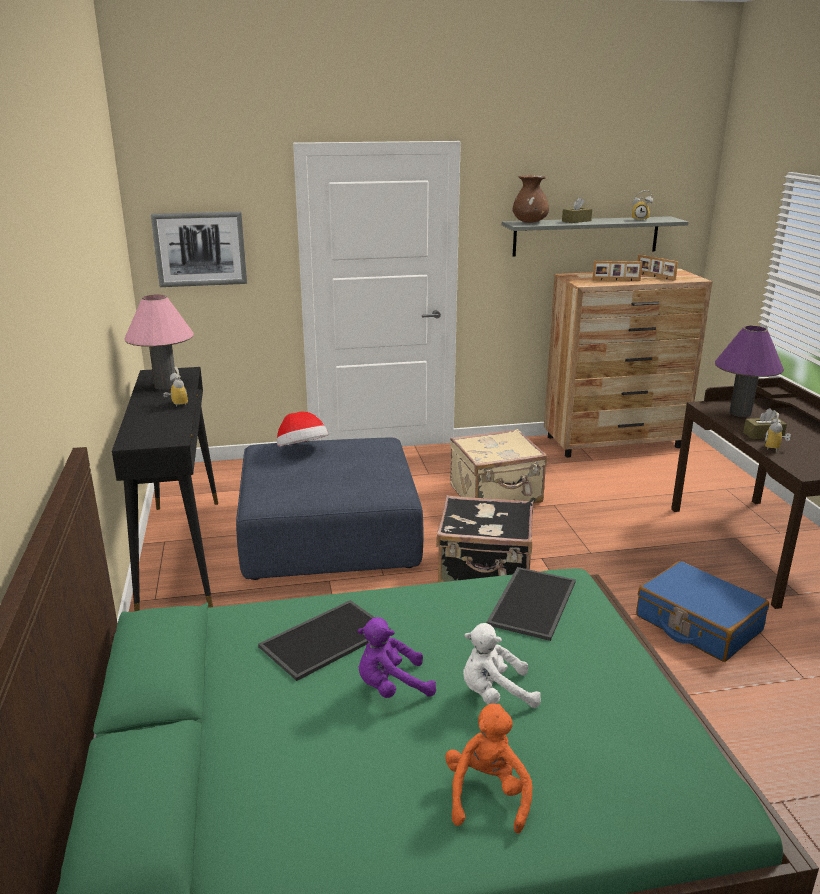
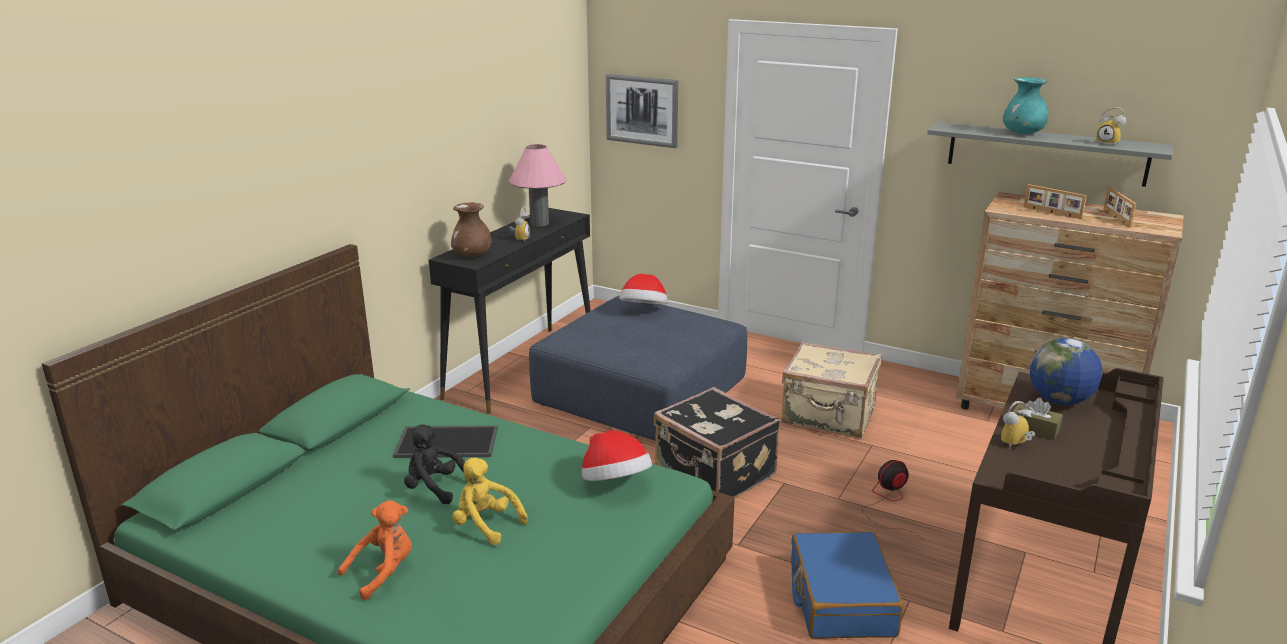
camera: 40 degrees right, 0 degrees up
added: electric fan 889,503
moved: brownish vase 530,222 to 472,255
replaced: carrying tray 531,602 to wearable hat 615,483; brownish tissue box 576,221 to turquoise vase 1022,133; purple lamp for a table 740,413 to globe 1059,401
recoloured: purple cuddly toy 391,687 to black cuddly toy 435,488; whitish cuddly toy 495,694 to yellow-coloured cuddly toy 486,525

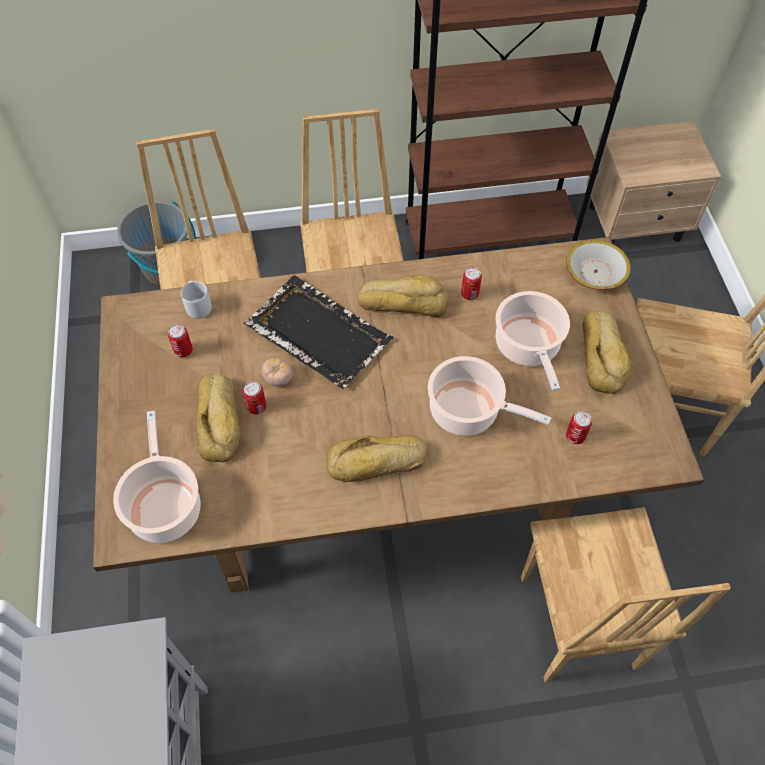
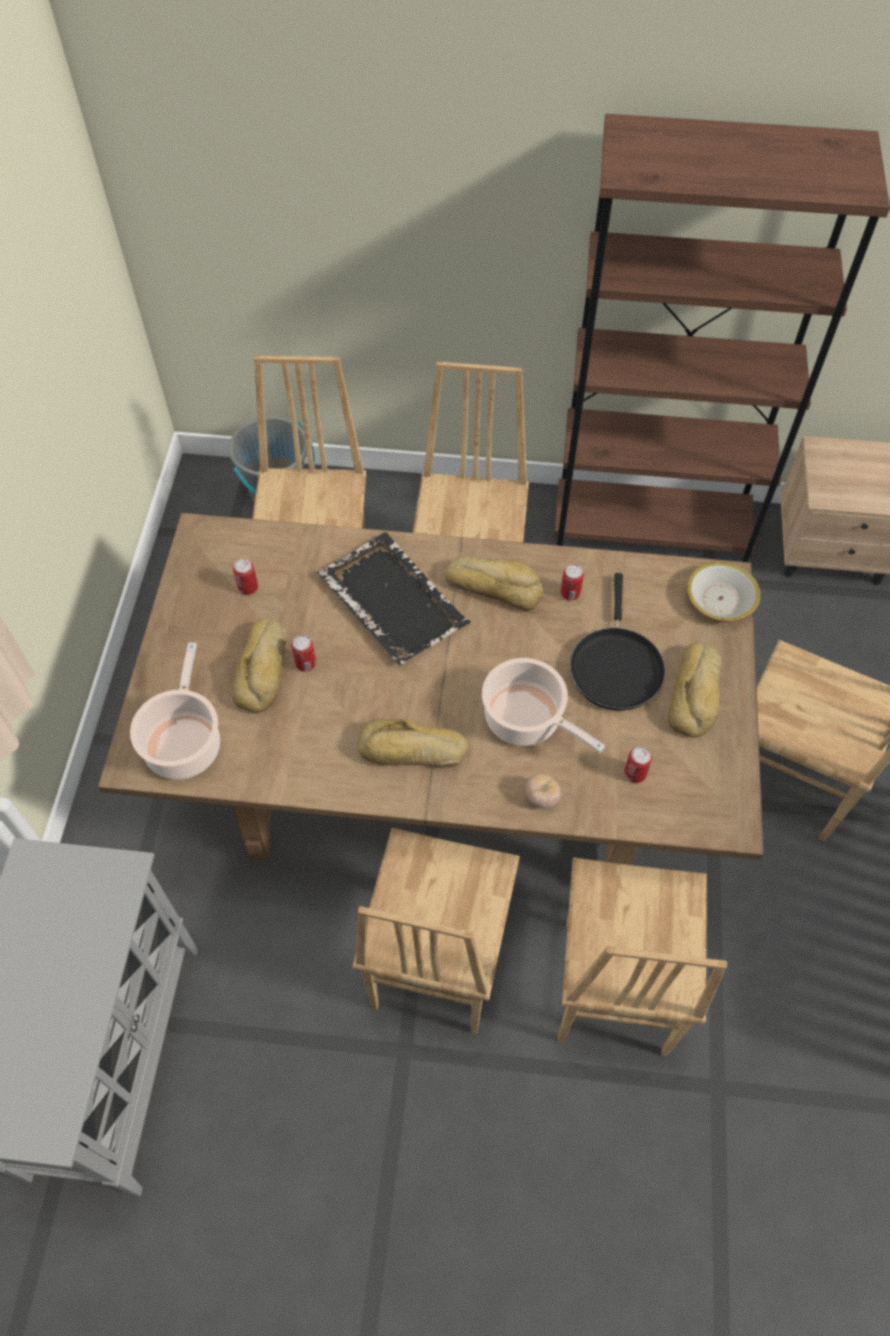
camera: 15 degrees right, 0 degrees up
removed: grey mug 198,306
added: brownish upright chair 435,963
moved: tomato 278,379 to 542,797
replaced: cooking pot 528,347 to black pan 615,666

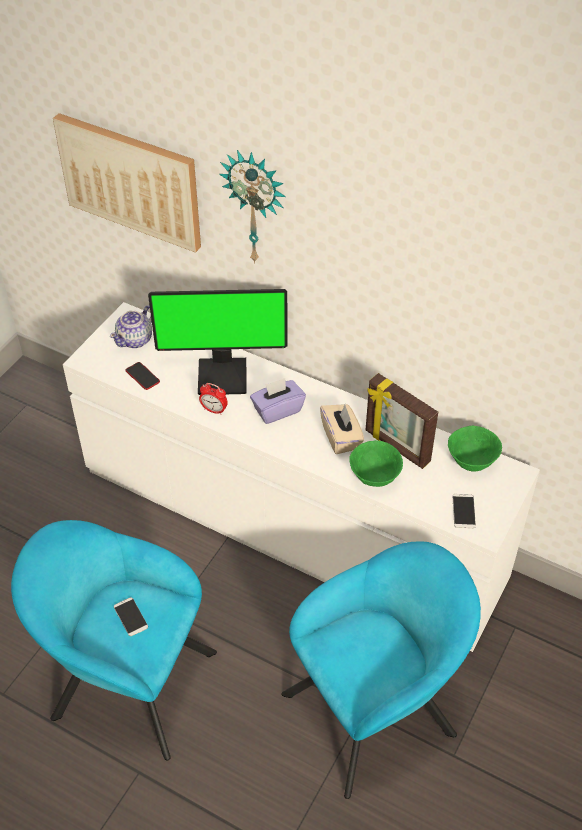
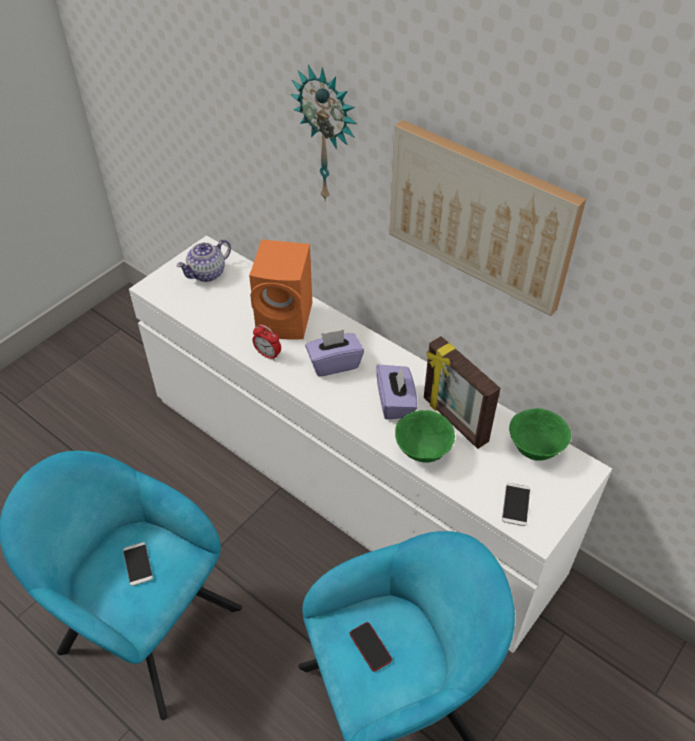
camera: 10 degrees right, 0 degrees up
moved: wall picture 130,180 to 480,215; handset 142,376 to 370,647
replaced: computer display 223,375 to orange-coloured loudspeaker 287,319
recoloured: beige-coloured tissue box 341,438 to purple tissue box 395,402

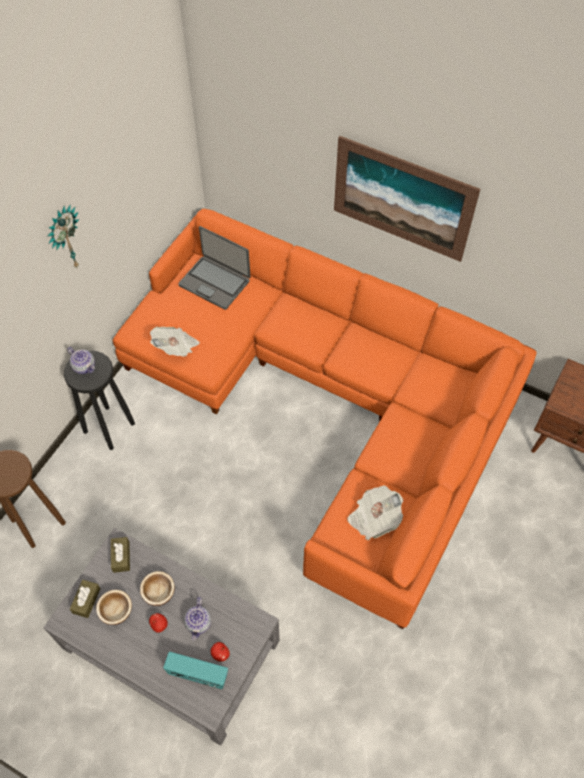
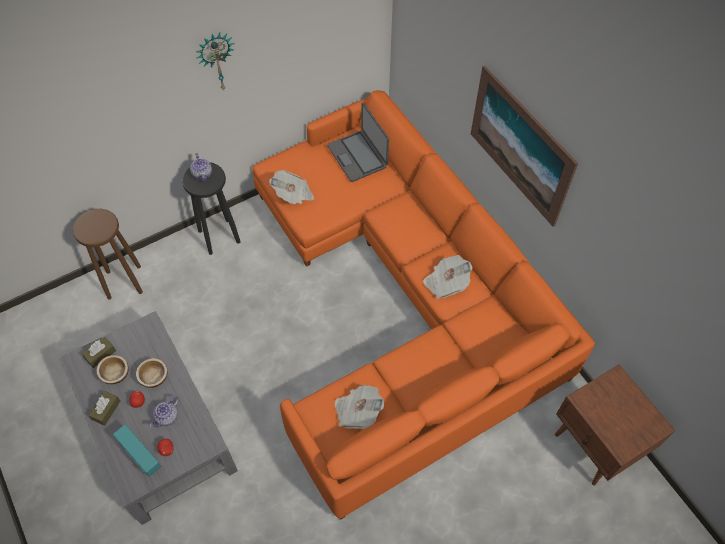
camera: 30 degrees right, 0 degrees up
added: newspaper 446,283
moved: brownish tissue box 121,557 to 106,410

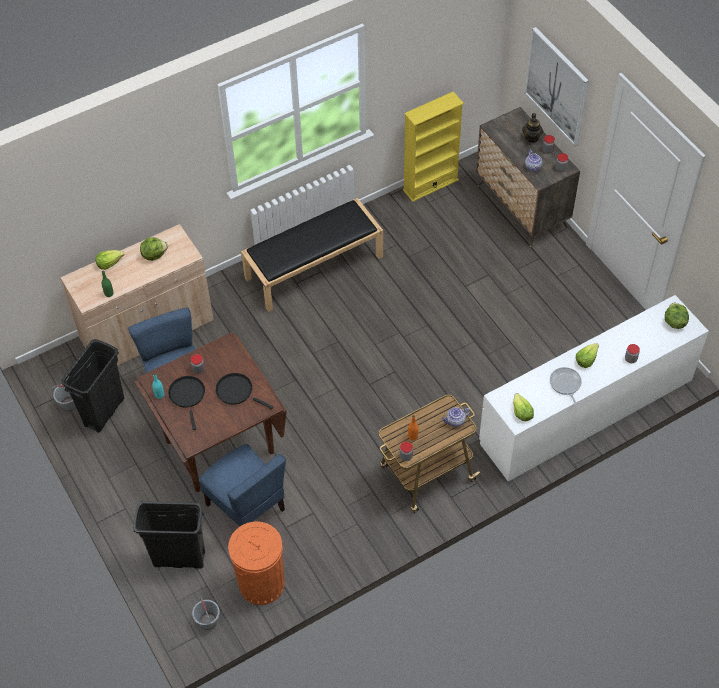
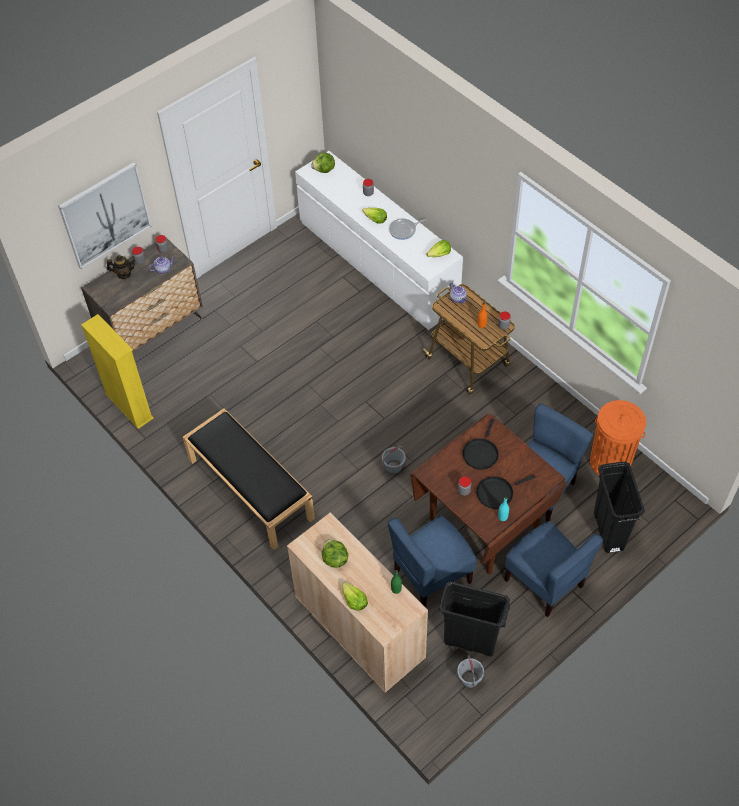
camera: 100 degrees left, 0 degrees up
added: blue upright chair 545,582
moved: grey water bucket 208,621 to 393,468

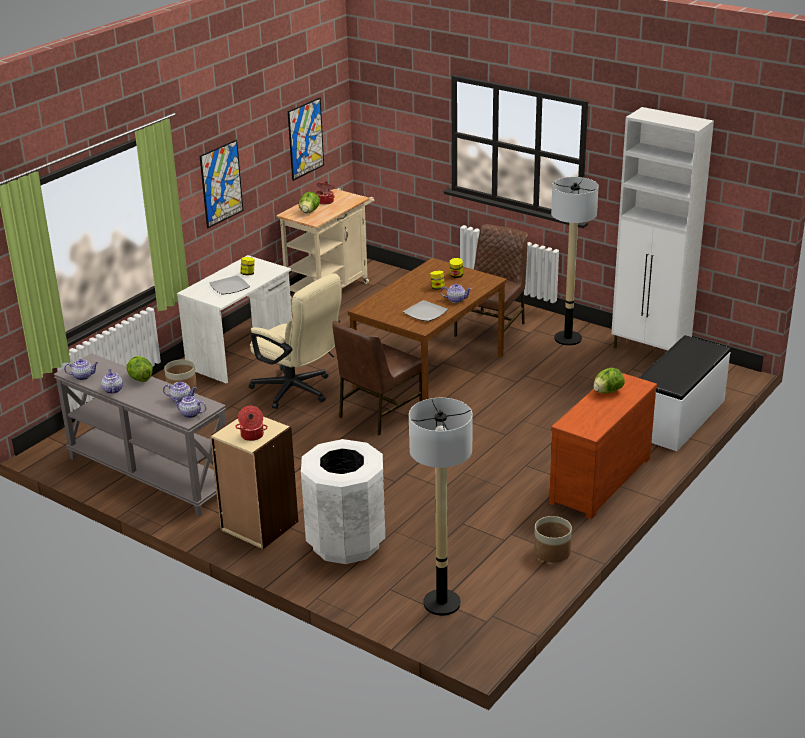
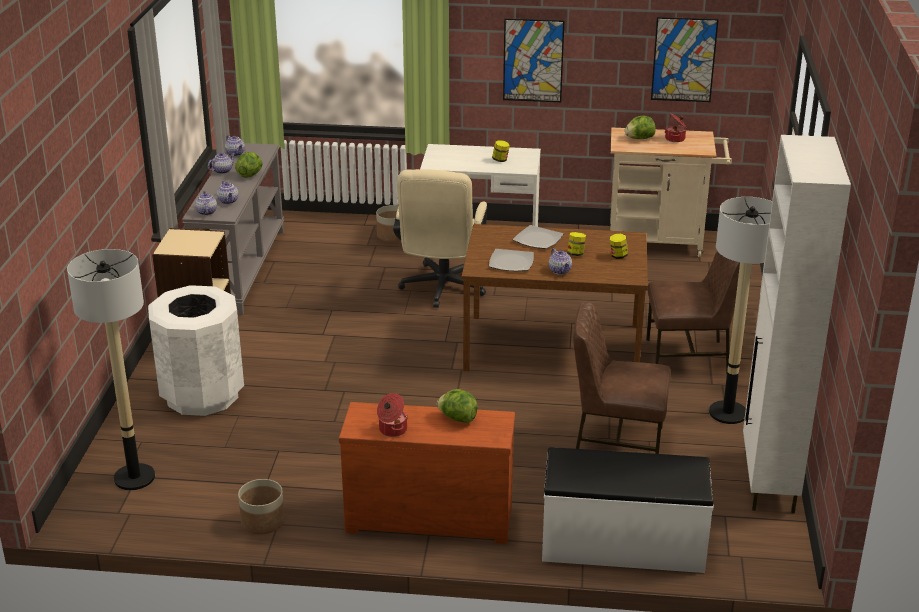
camera: 60 degrees right, 0 degrees up
moved: flat dish 230,287 to 538,239; cooking pot 252,435 to 392,429; brownish upright chair 378,413 to 616,444

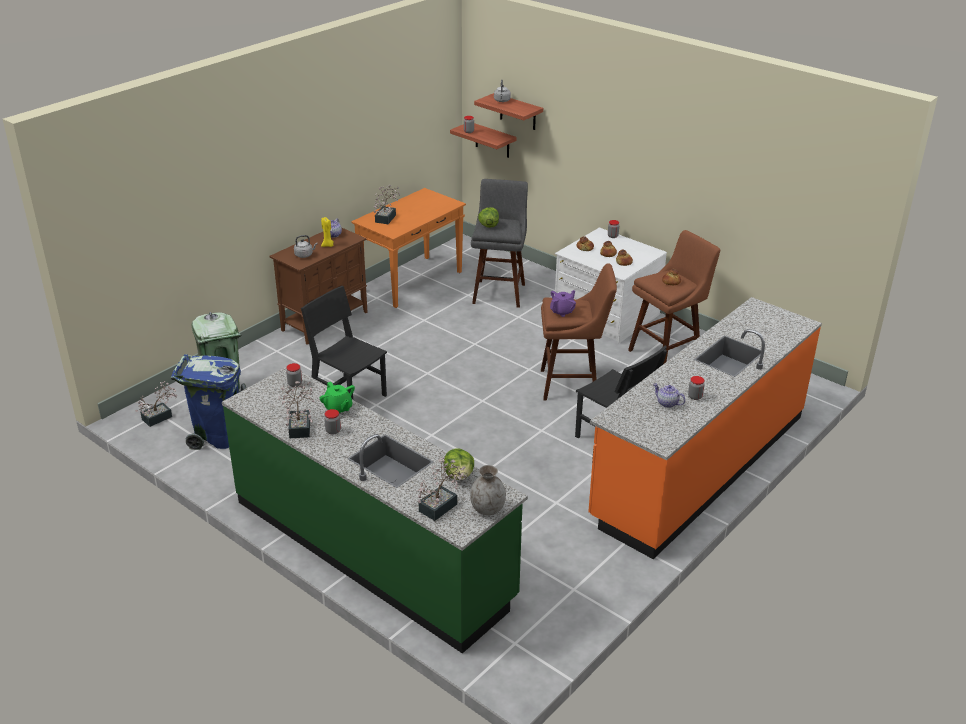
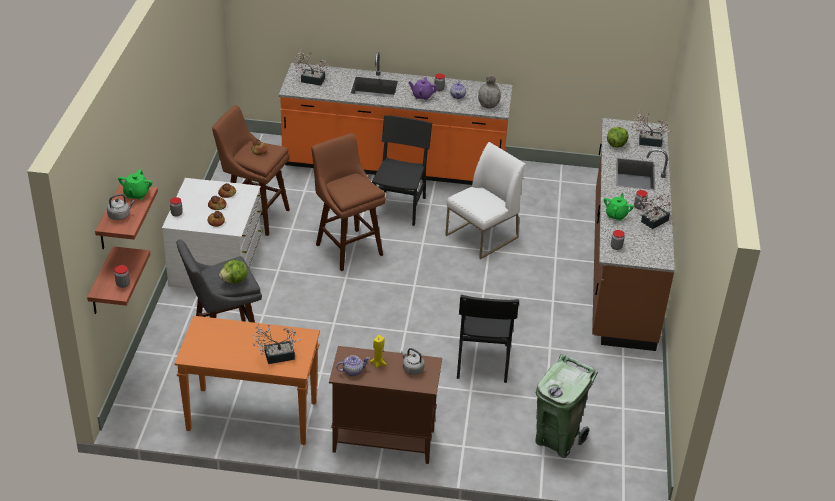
camera: 125 degrees left, 5 degrees up
removed: blue trash can 216,437
added: greenish pot for tea 136,194; whitish upright chair 481,237
moved: houseplant 160,417 to 310,79; grey vase 487,509 to 488,105; purple pot for tea 562,311 to 422,96
recoloured: greenish kitchen counter 372,549 to brownish kitchen counter 621,267

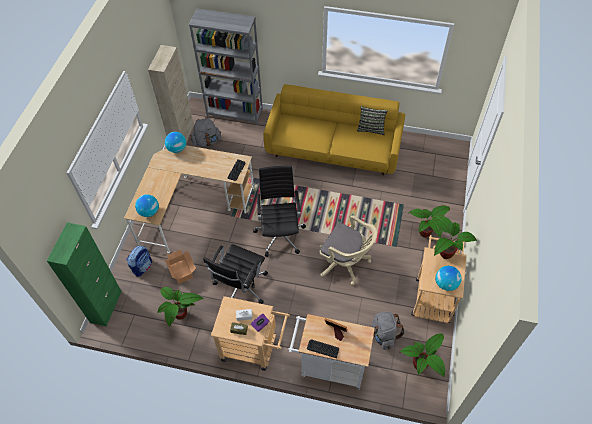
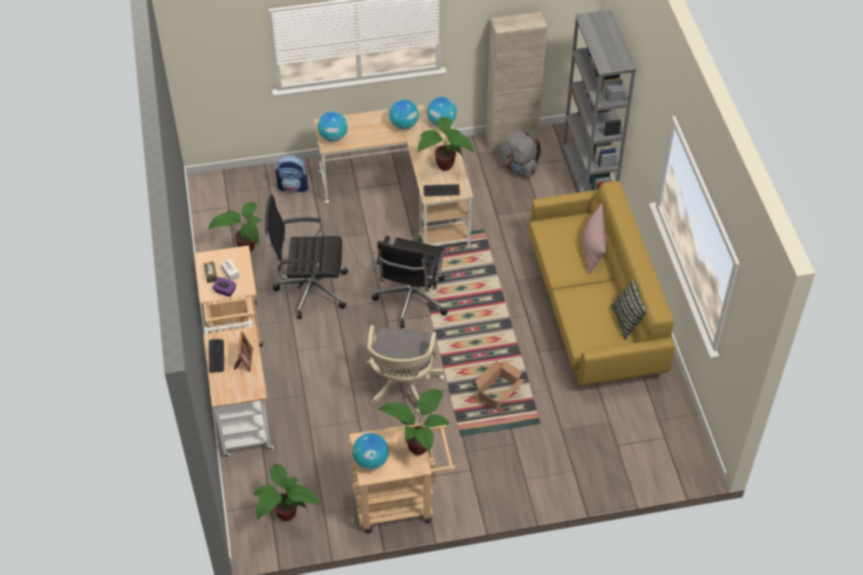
camera: 65 degrees right, 5 degrees down
removed: greenish cabinet 106,307; grey backpack 383,335
added: globe 404,125; pinkish cushion 592,249
moved: carton 182,270 to 500,393; houseplant 425,235 to 443,167
turned: black desk chair 280,234 = 411,300 135 degrees clockwise

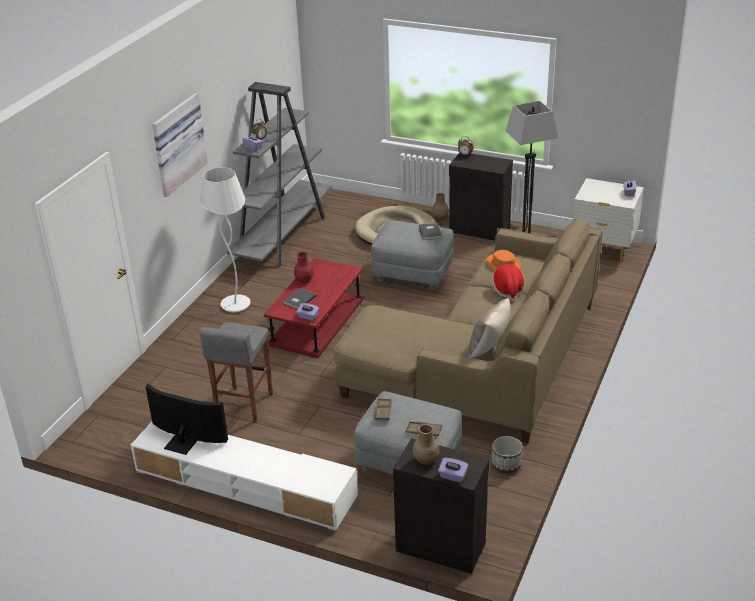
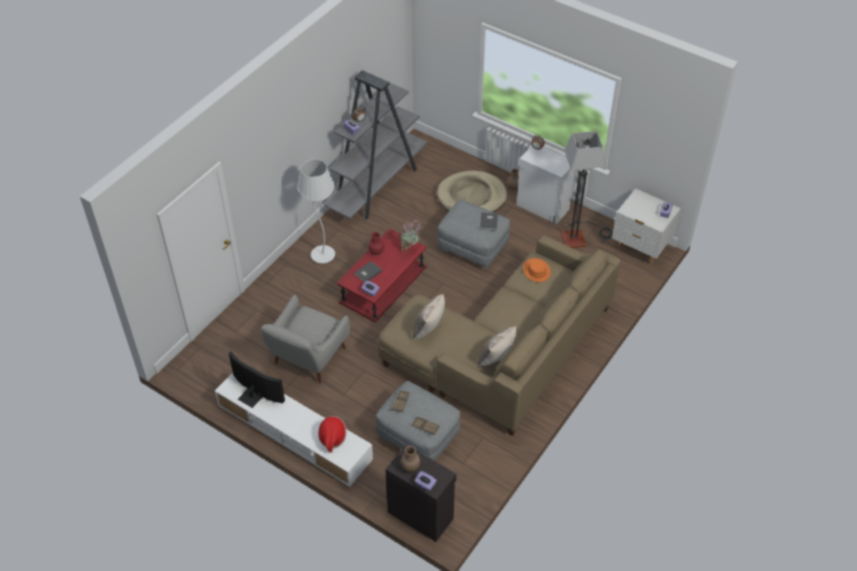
camera: 10 degrees right, 15 degrees up
removed: wall picture 177,143; flower pot 506,464
added: houseplant 409,249; beige-coloured cushion 429,329
moved: wearable hat 508,290 to 332,438
replaced: grey sitting stool 243,405 to grey lounge chair 308,358
recoloured: black cabinet 479,230 to whitish cabinet 542,208

